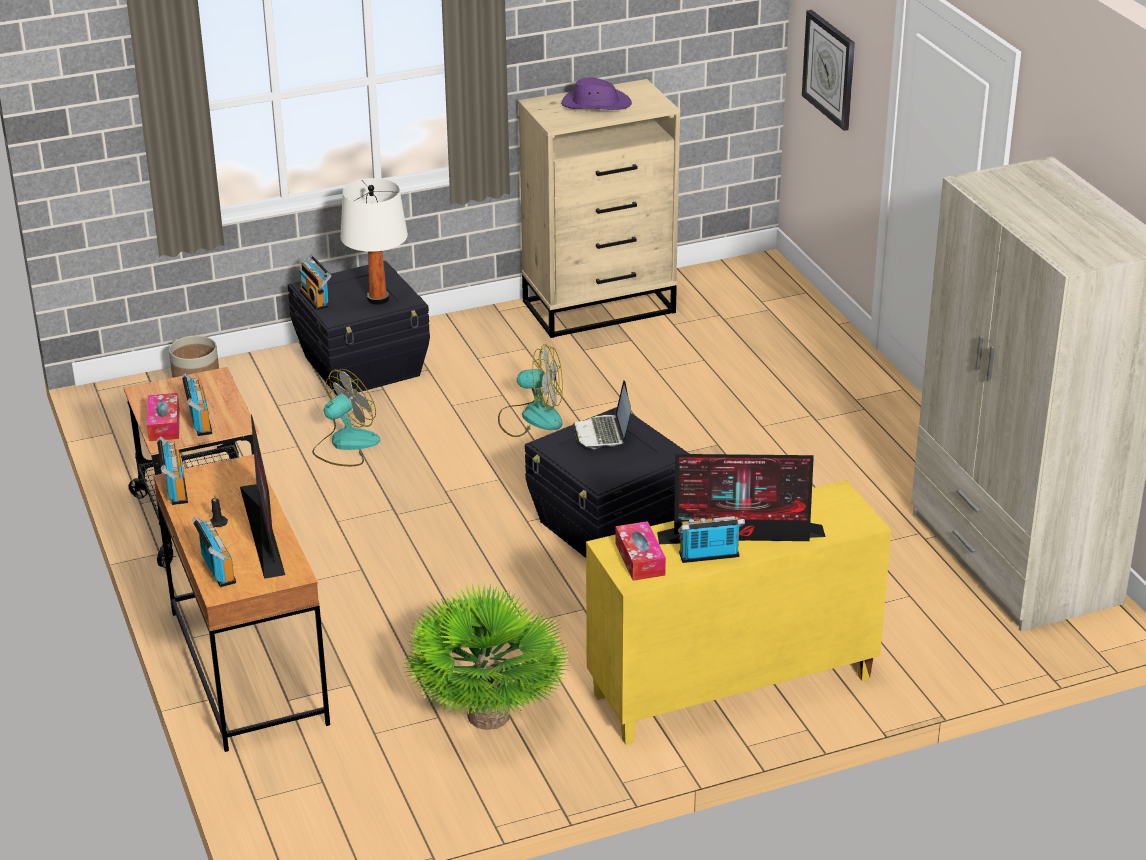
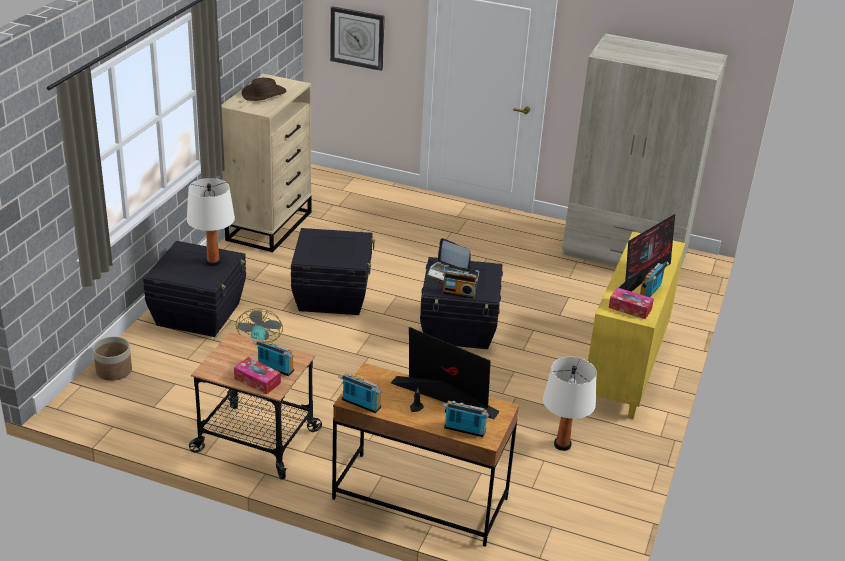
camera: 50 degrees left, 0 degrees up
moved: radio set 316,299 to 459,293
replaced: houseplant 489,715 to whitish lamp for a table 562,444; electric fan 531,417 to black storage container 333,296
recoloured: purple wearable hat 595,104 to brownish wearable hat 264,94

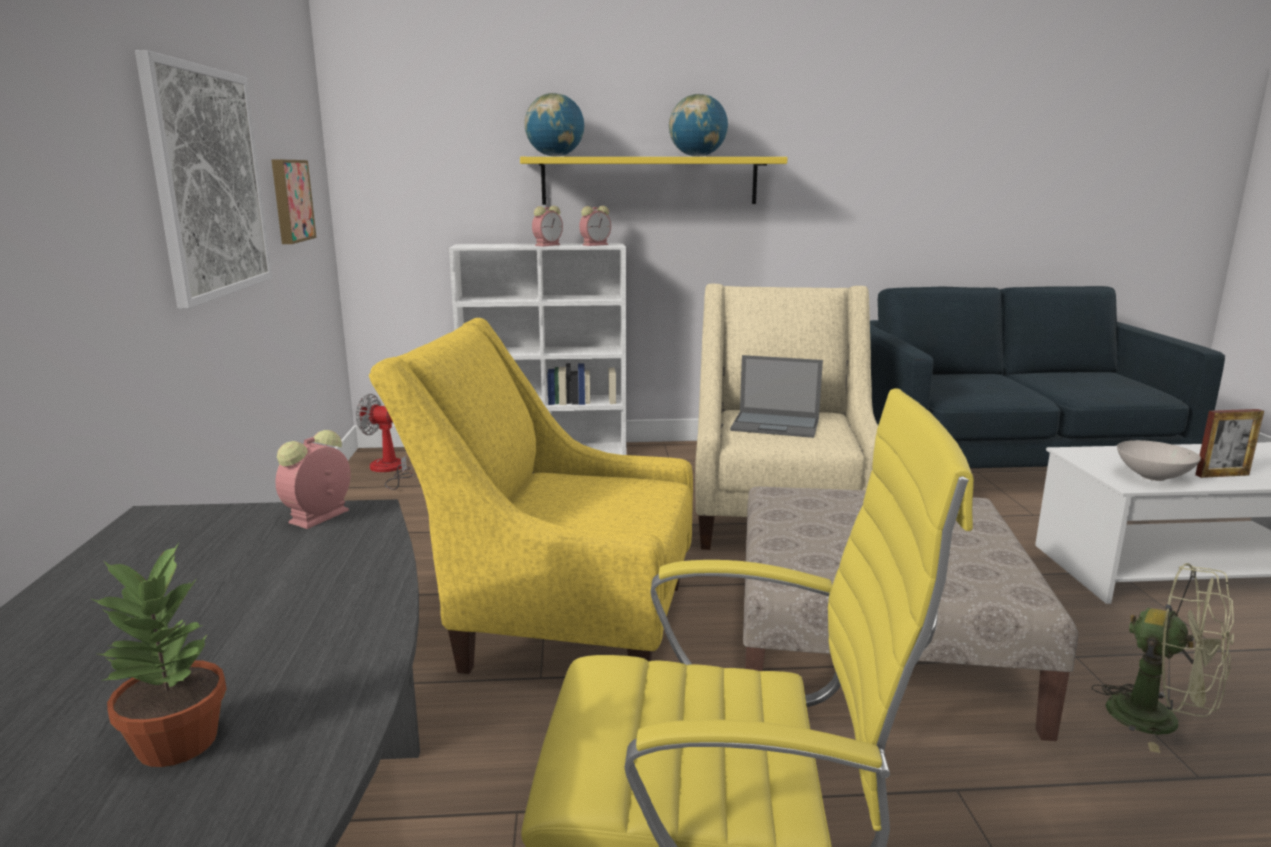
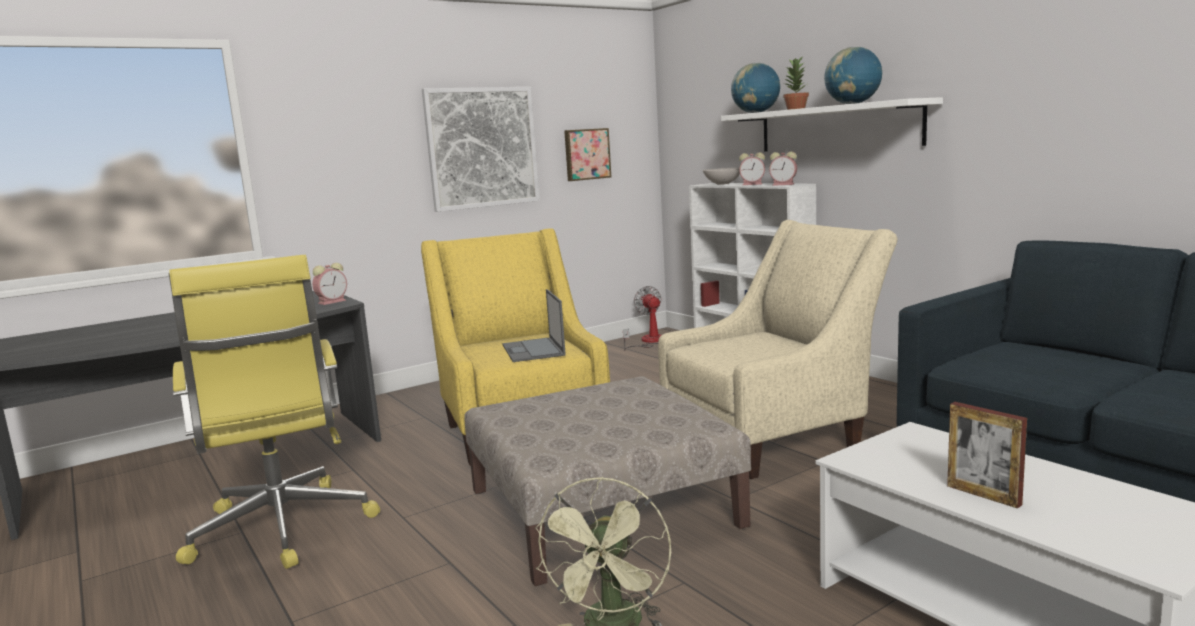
camera: 60 degrees right, 5 degrees down
moved: houseplant 179,743 to 796,109; portable computer 776,425 to 533,350; whitish serving bowl 1154,477 to 722,184
recoloured: yellow-coloured shelf 650,181 to whitish shelf 837,127
turned: alarm clock 317,517 = 333,301 135 degrees clockwise

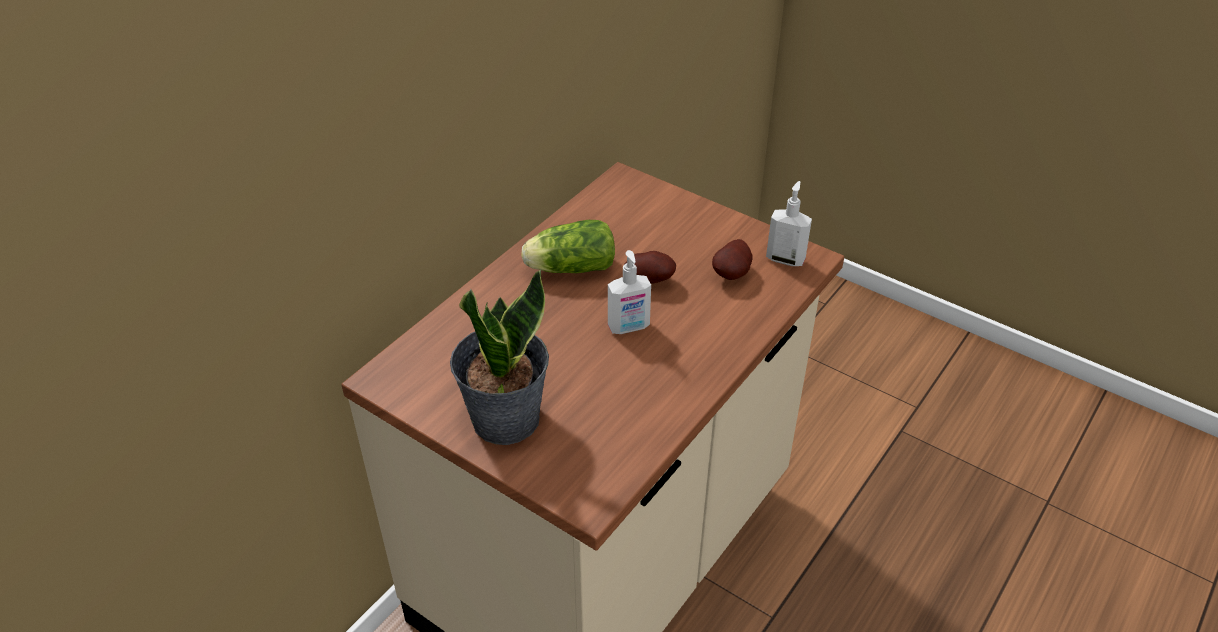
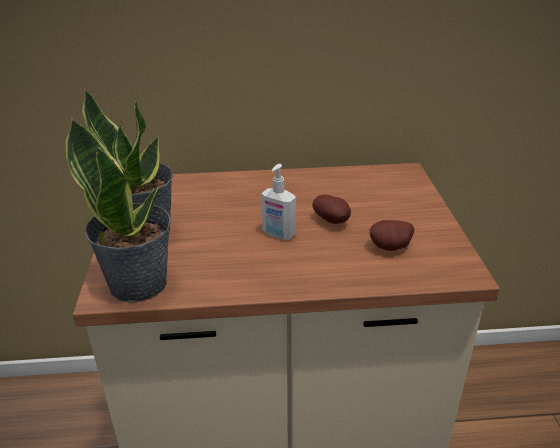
camera: 50 degrees right, 10 degrees down
removed: lettuce head 568,268; soap dispenser 785,259
added: houseplant 139,283

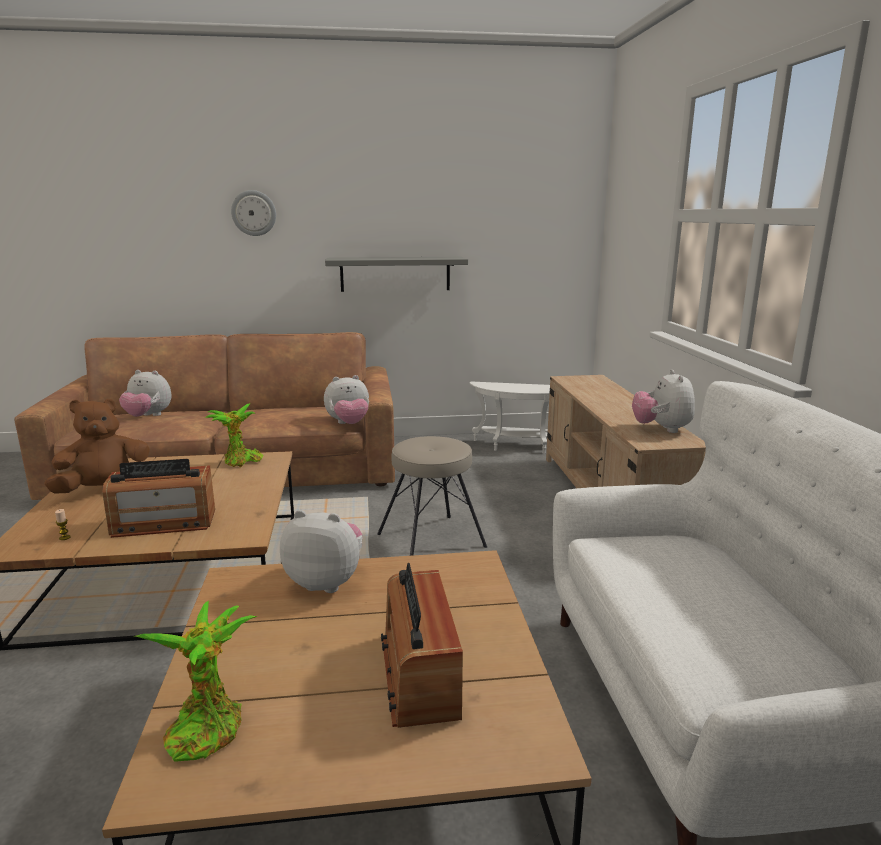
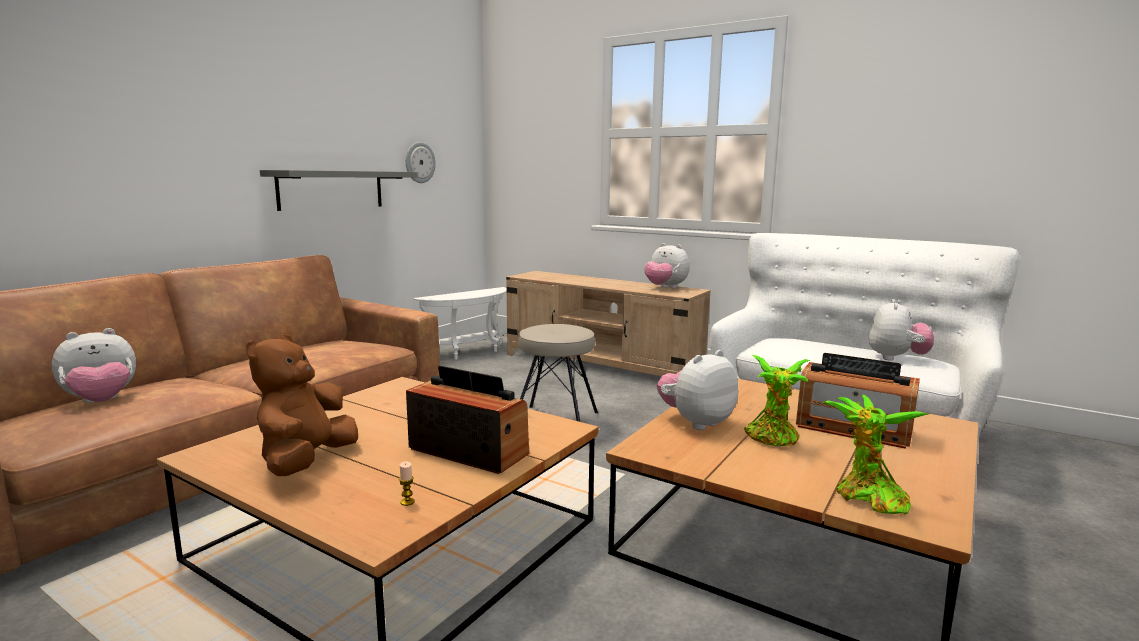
camera: 50 degrees left, 5 degrees down
moved: houseplant 241,462 to 773,439; hanging clock 254,213 to 419,162; cuddly toy 348,424 to 896,358
turned: radio set 164,523 = 468,451 90 degrees counterclockwise

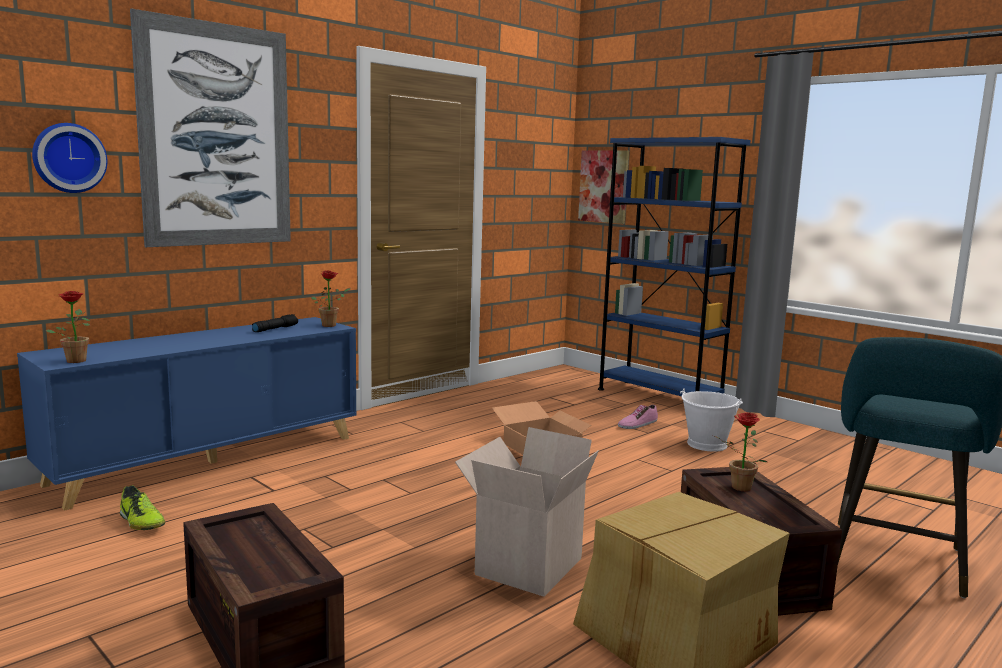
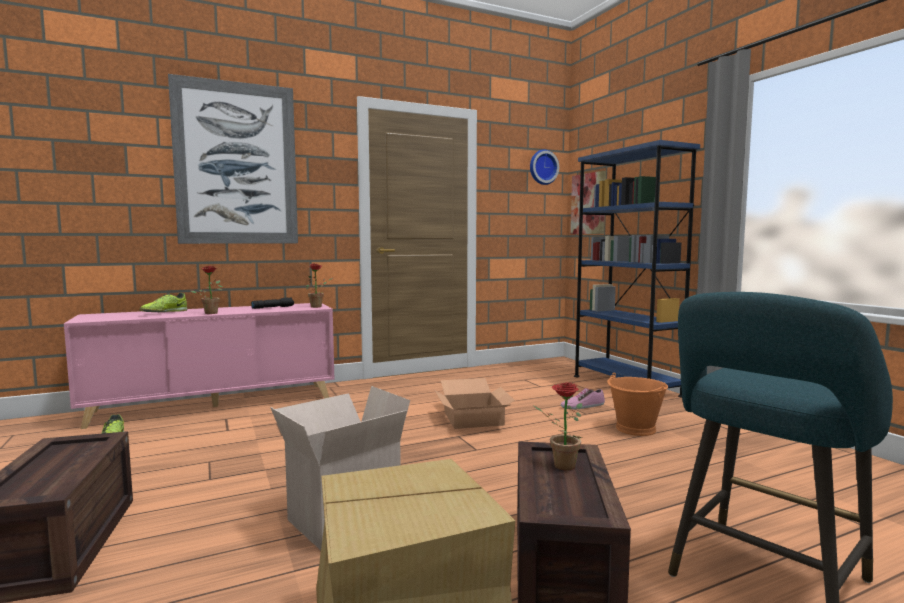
camera: 20 degrees right, 5 degrees down
added: low shoe 164,313
moved: hanging clock 68,158 to 542,167; houseplant 75,360 to 211,313
recoloured: blue cabinet 210,459 to pinkish cabinet 216,404; whitish water bucket 707,445 to orange-coloured water bucket 636,429

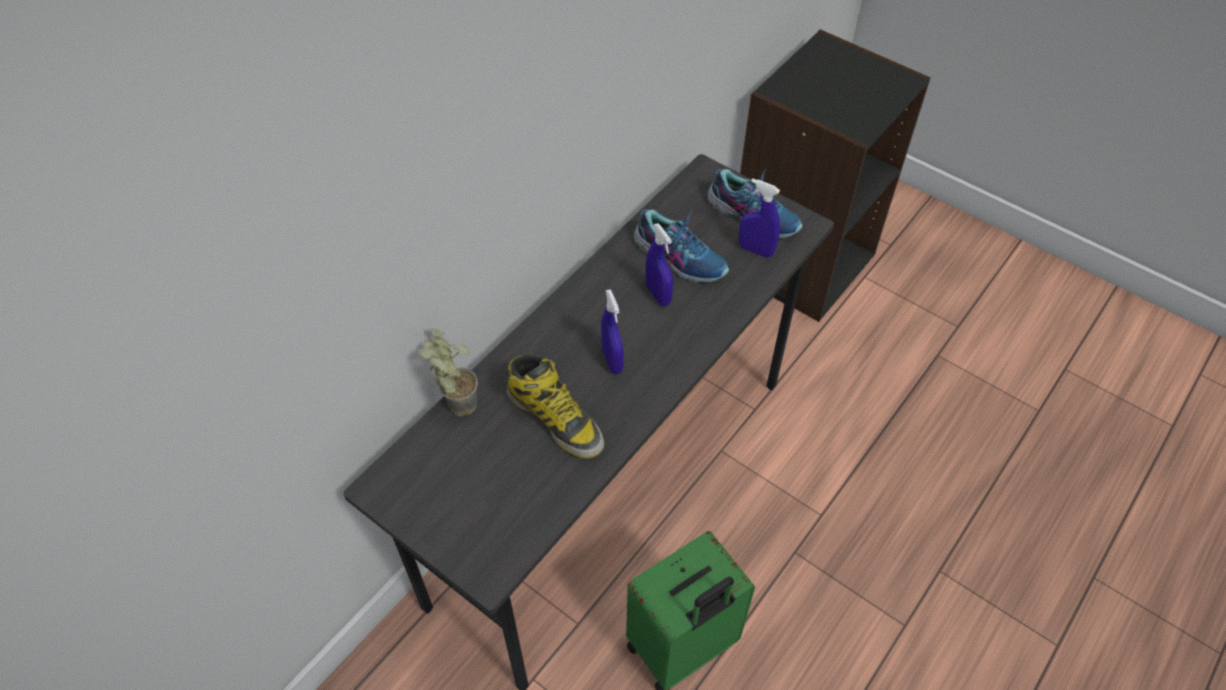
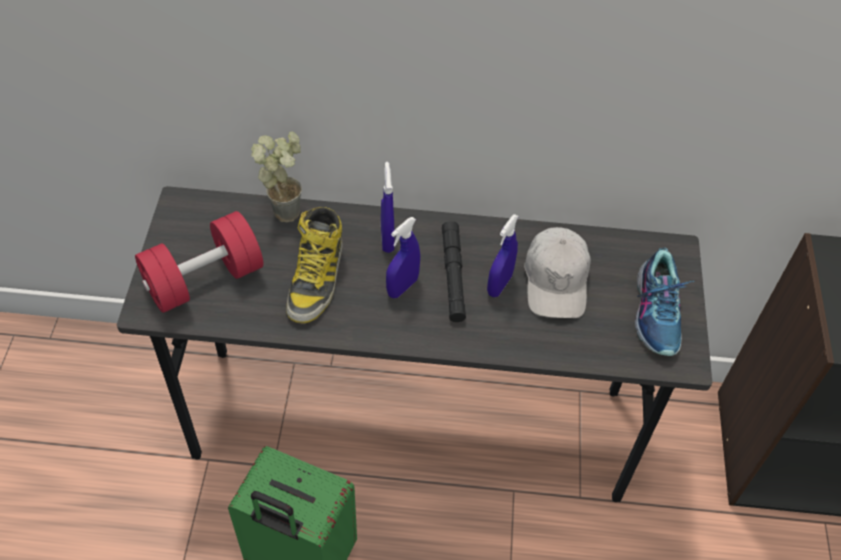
camera: 55 degrees right, 0 degrees up
added: red hand weight 204,280; black flashlight 453,275
moved: blue sprayer 755,250 to 387,239
replaced: low shoe 680,257 to whitish cap 556,280

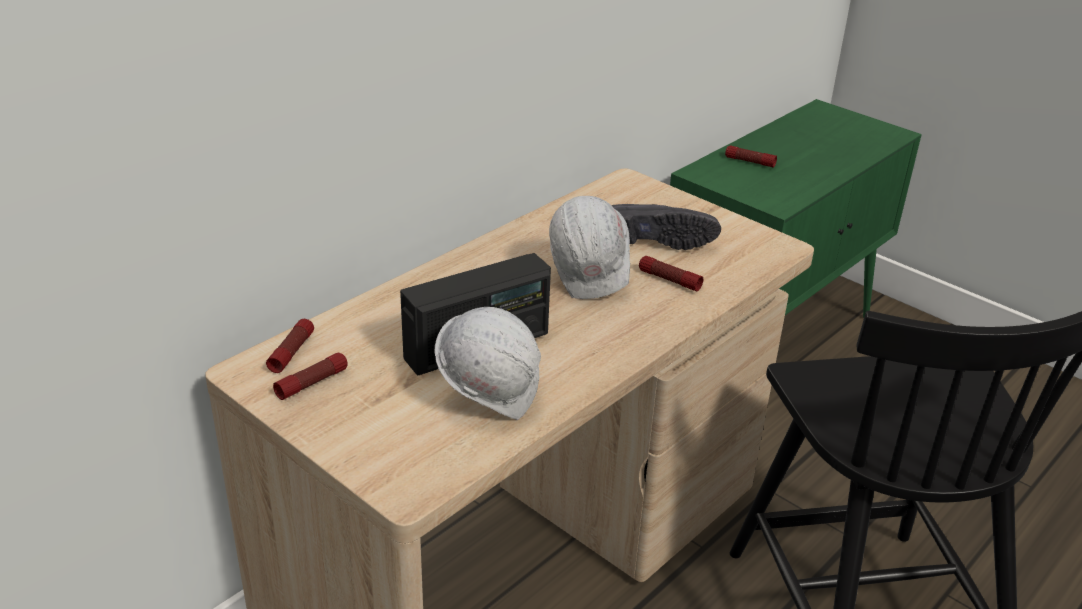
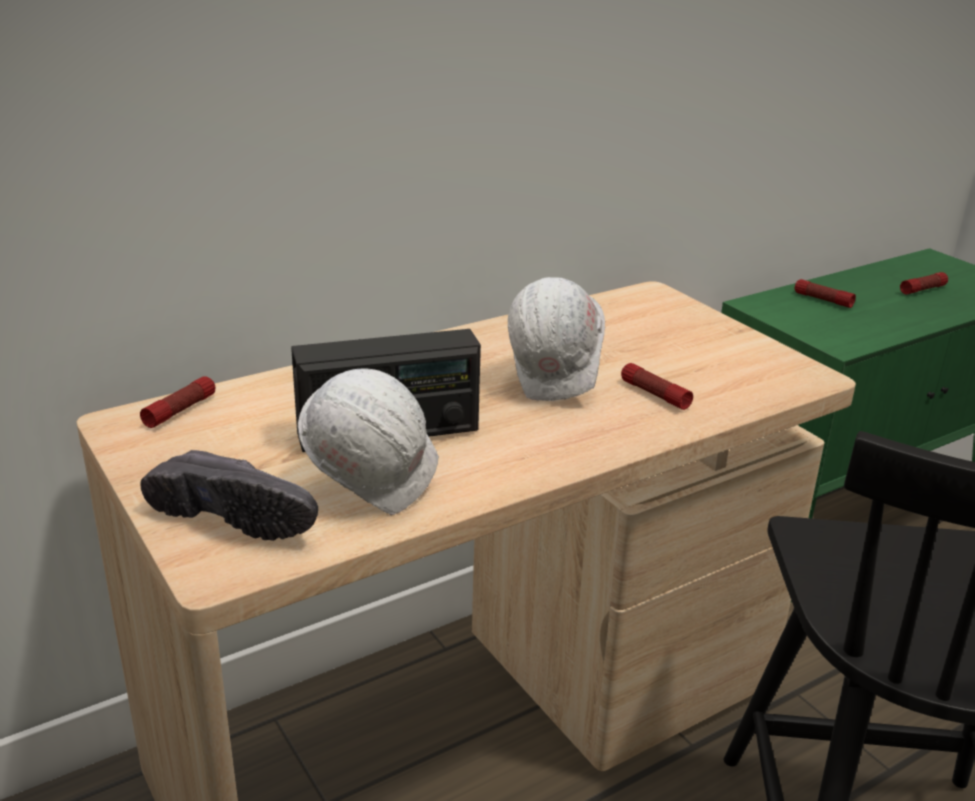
camera: 15 degrees right, 5 degrees down
moved: flashlight 312,383 to 922,290; black low shoe 655,239 to 239,514

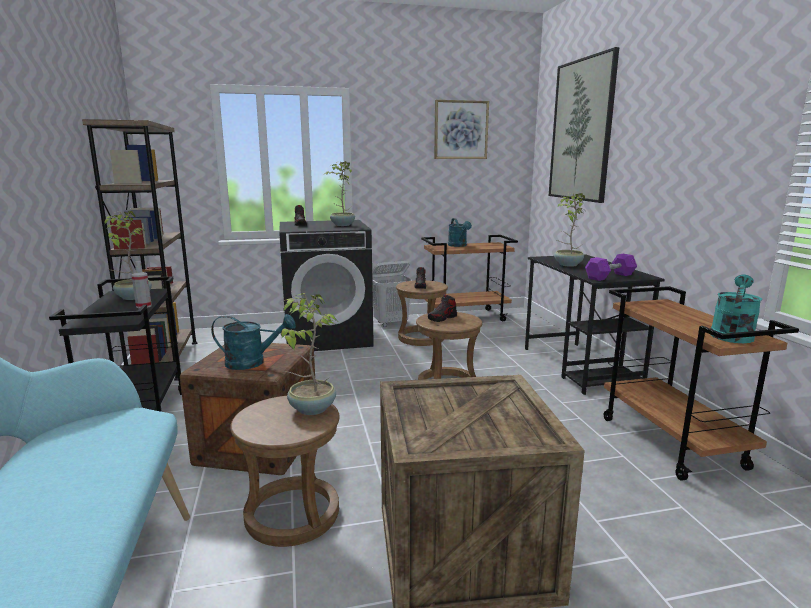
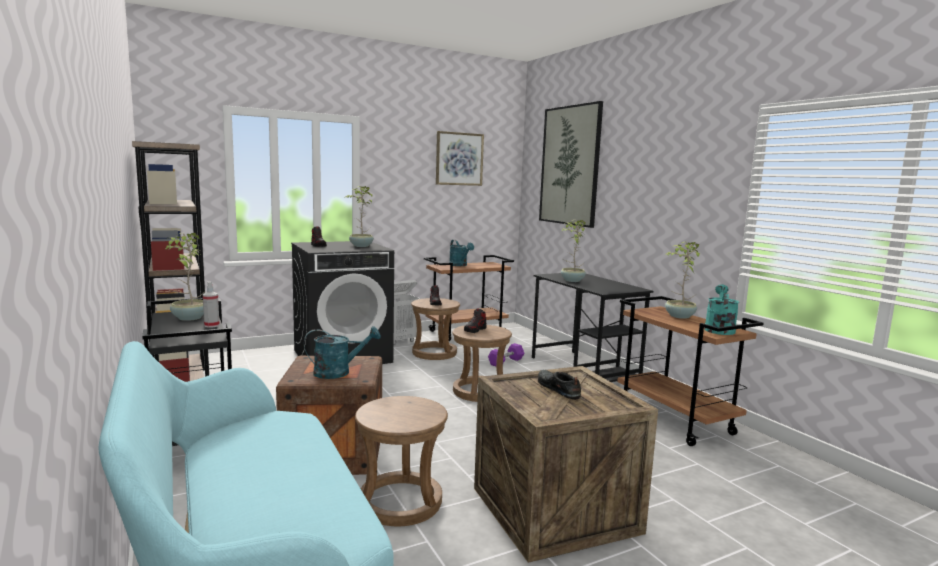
camera: 15 degrees left, 5 degrees down
added: black low shoe 558,389
moved: houseplant 311,409 to 679,316; purple hand weight 610,276 to 506,362

